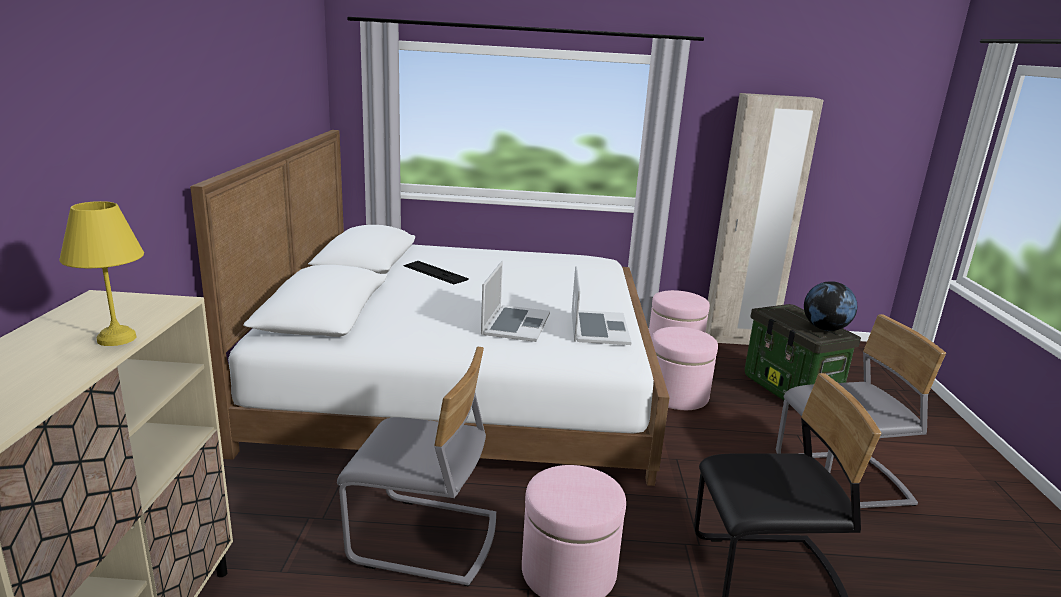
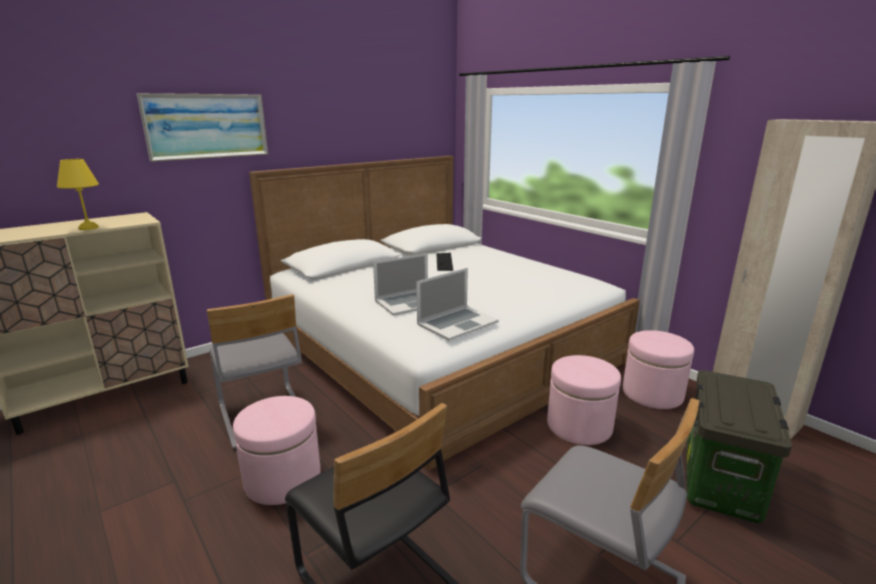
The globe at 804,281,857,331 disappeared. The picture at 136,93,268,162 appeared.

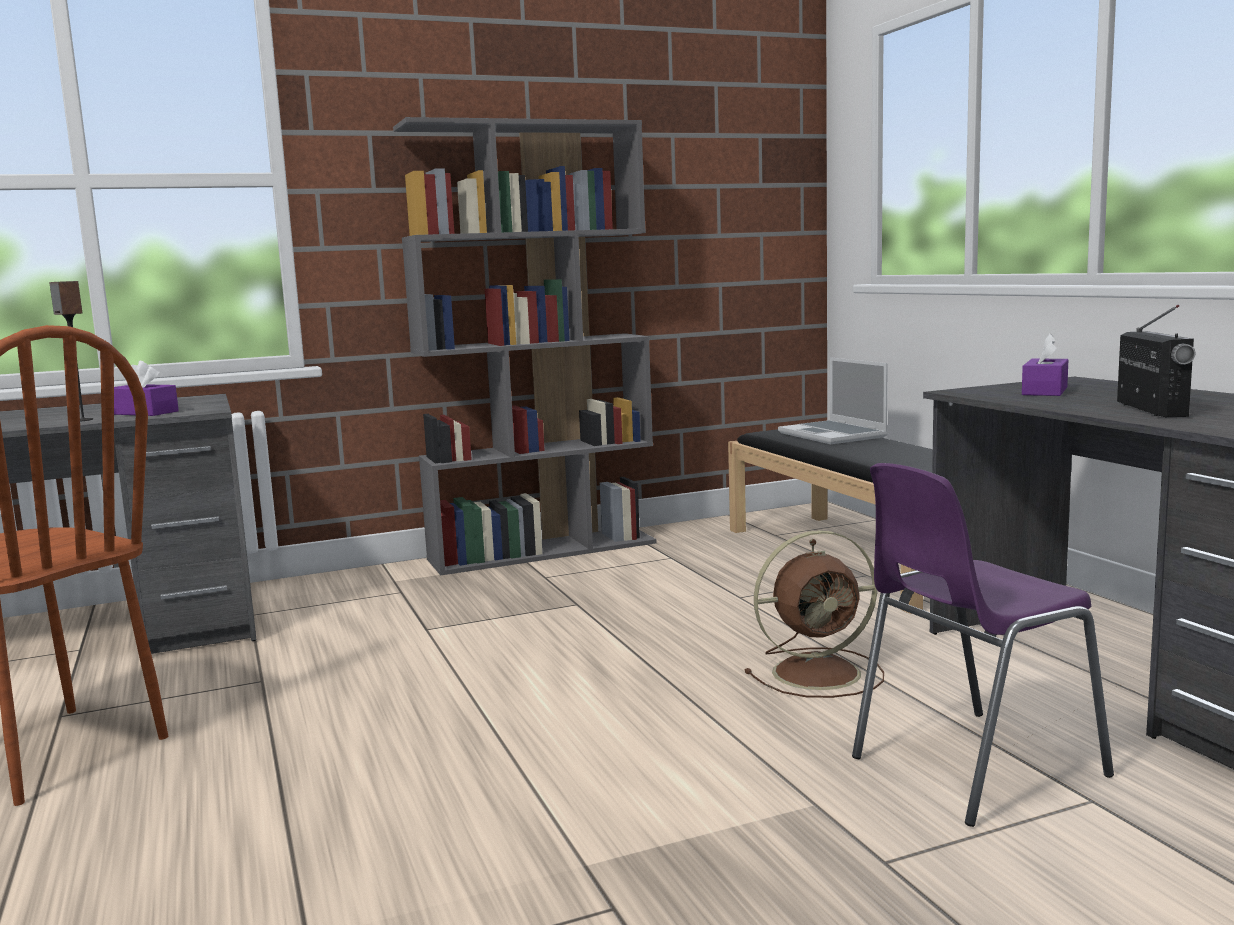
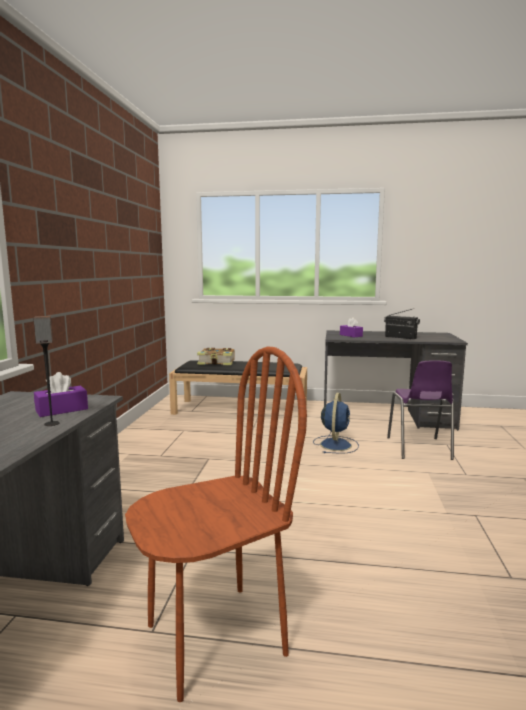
The grey bookcase at 393,117,656,576 disappeared. The laptop at 778,357,888,444 was replaced by the book at 197,348,235,365. The brown fan at 744,530,884,698 became the blue fan at 313,393,359,454.

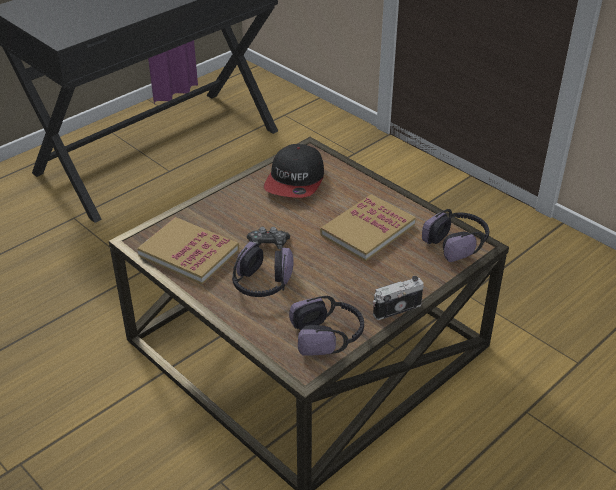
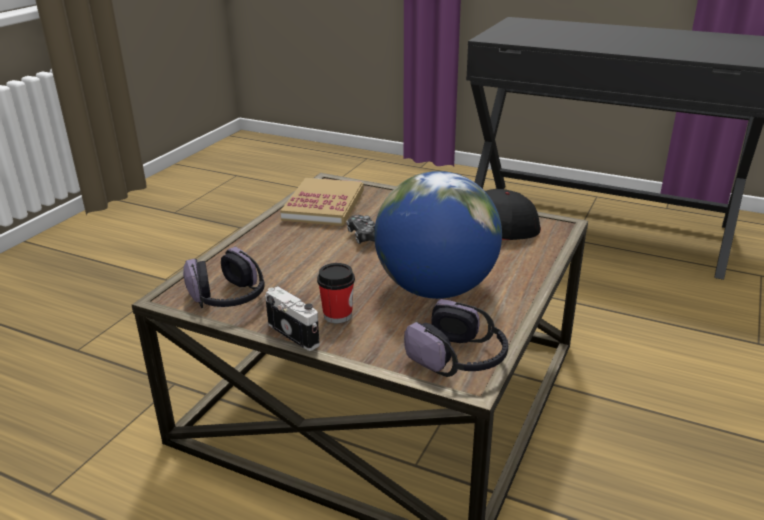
The headphones at 232,241,294,297 disappeared. The cup at 317,263,355,324 appeared. The book at 320,194,416,261 was replaced by the globe at 374,171,502,299.

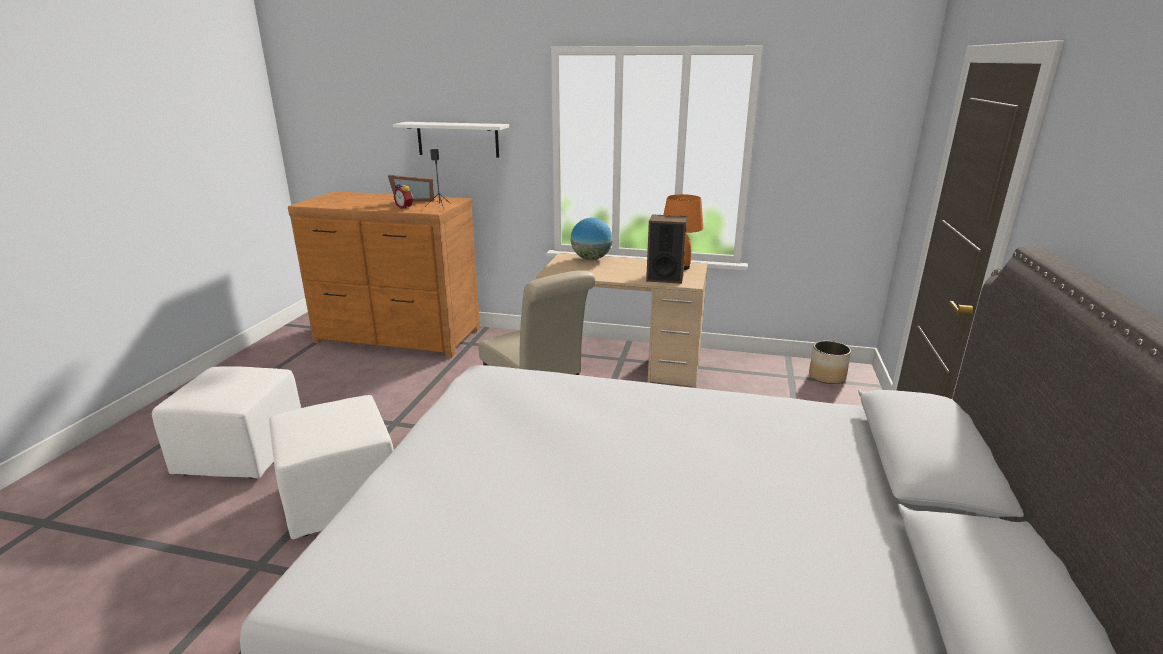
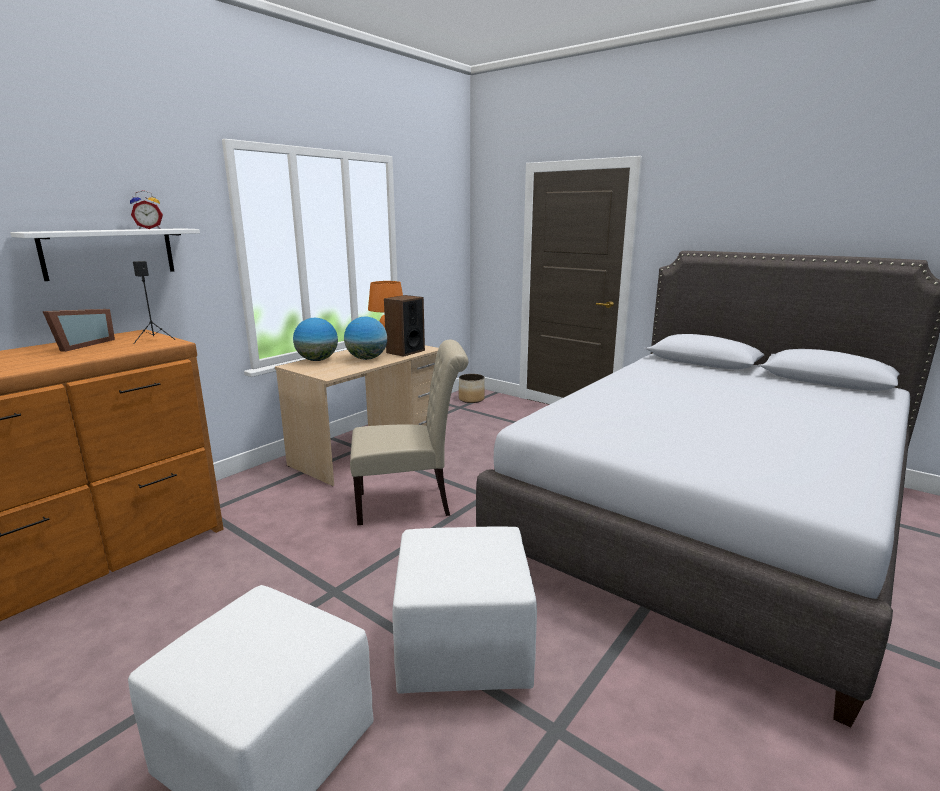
The globe at 344,317,387,360 appeared. The alarm clock moved from 394,180,413,209 to 130,190,163,229.

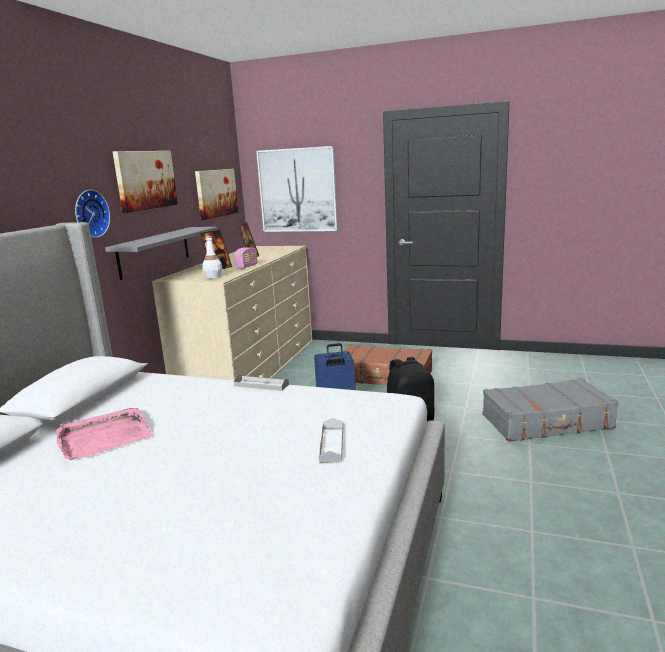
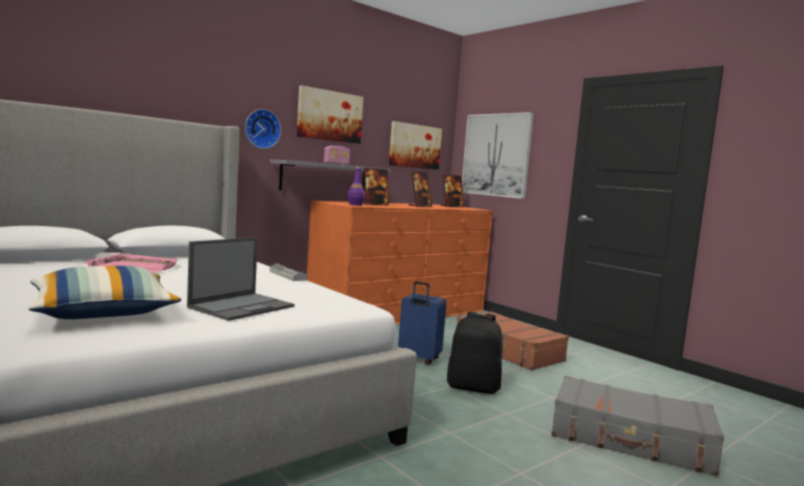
The pillow at 28,266,181,319 appeared. The picture frame at 441,174,464,207 appeared. The radio moved from 234,247,257,269 to 324,146,350,165. The grey tray at 319,418,343,463 was replaced by the laptop at 187,237,295,321. The beige dresser at 152,246,312,383 became the orange dresser at 307,200,493,325. The white bottle at 202,236,222,279 became the purple bottle at 348,167,365,206.

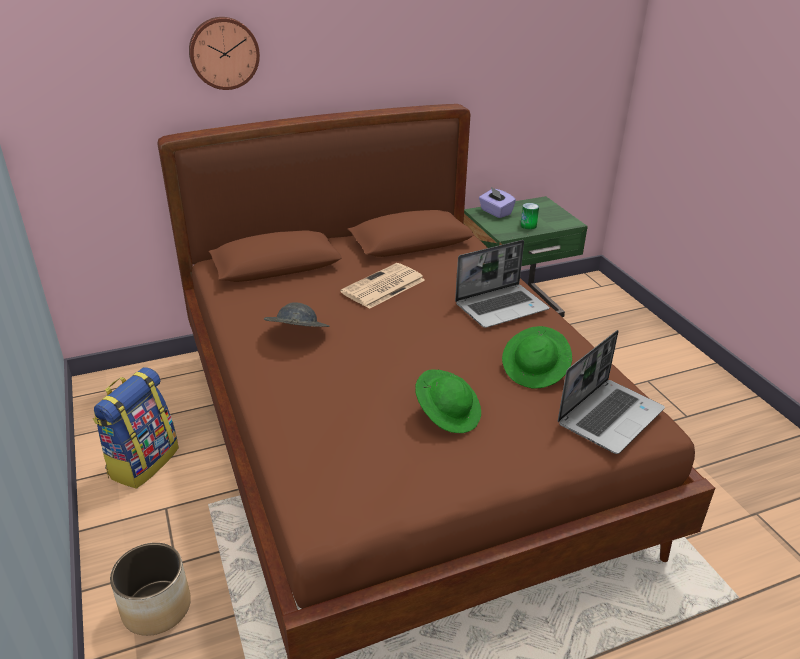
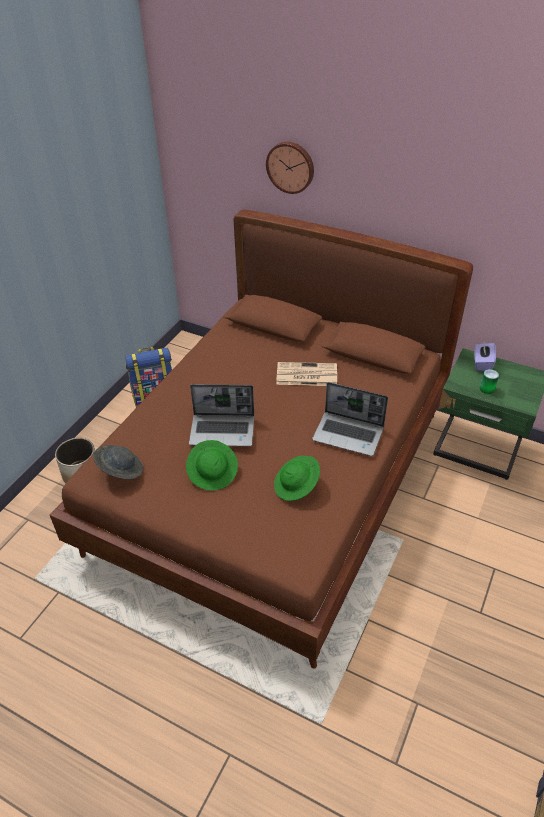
The grey hat moved from 264,302,329,327 to 93,445,143,479. The laptop moved from 557,330,665,454 to 189,384,254,446.

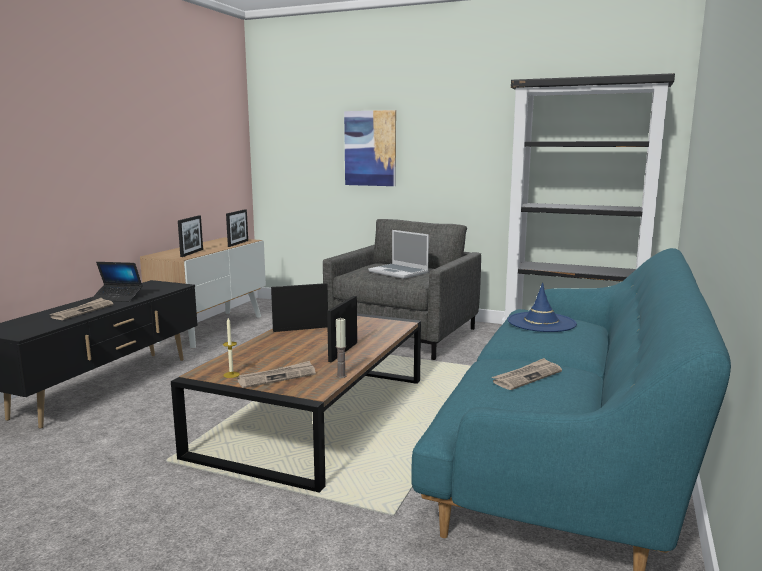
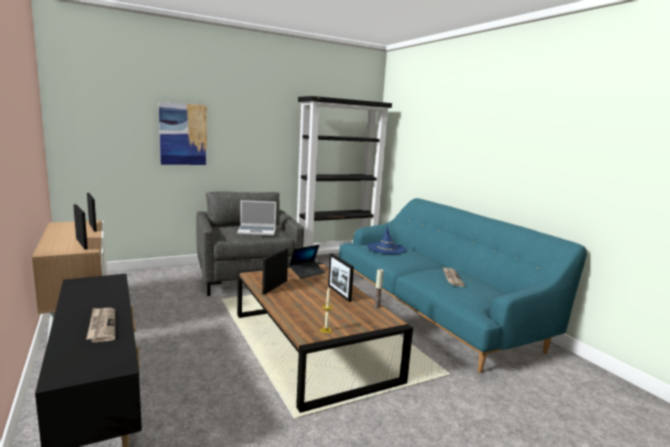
The newspaper at 237,361,316,388 disappeared. The laptop moved from 91,262,143,302 to 289,245,325,279.

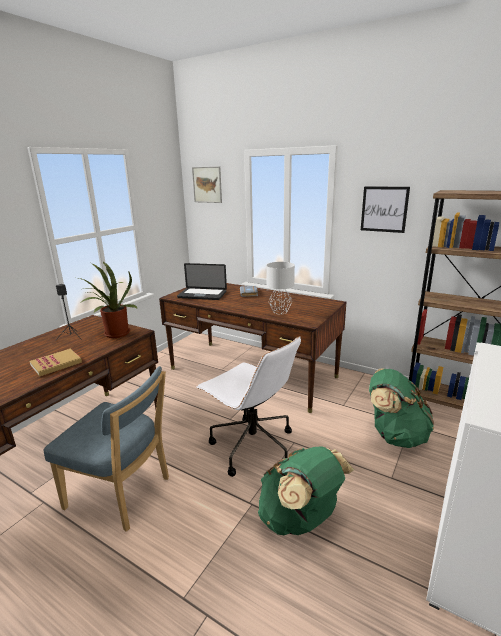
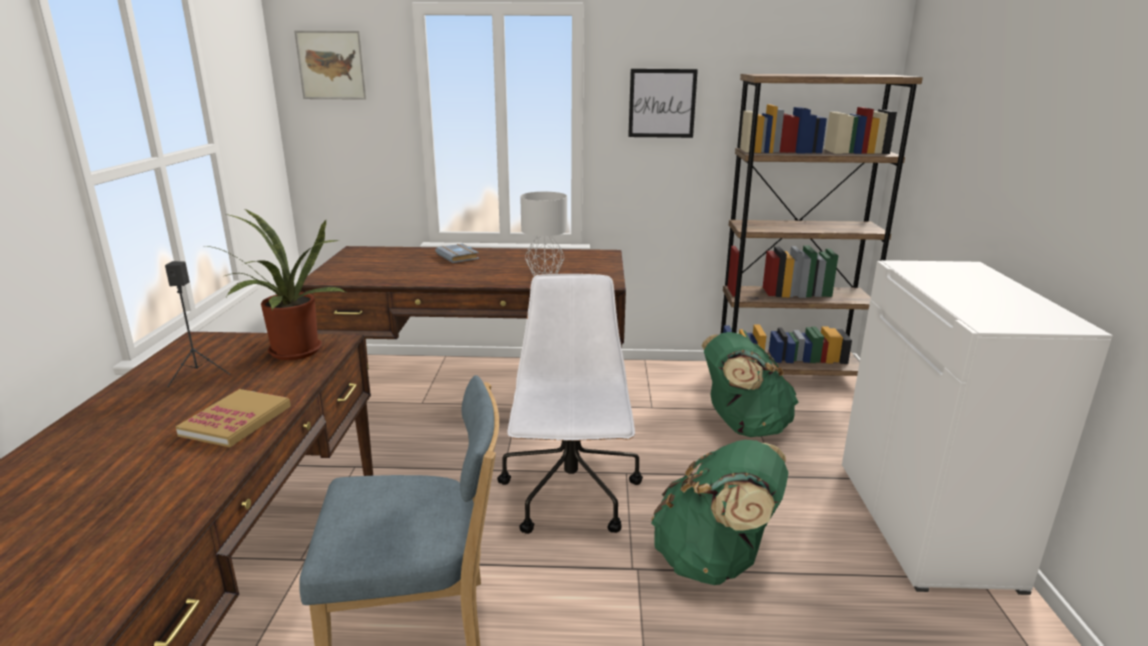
The laptop at 177,263,227,300 disappeared. The white office chair at 196,336,301,477 turned 105 degrees counterclockwise.

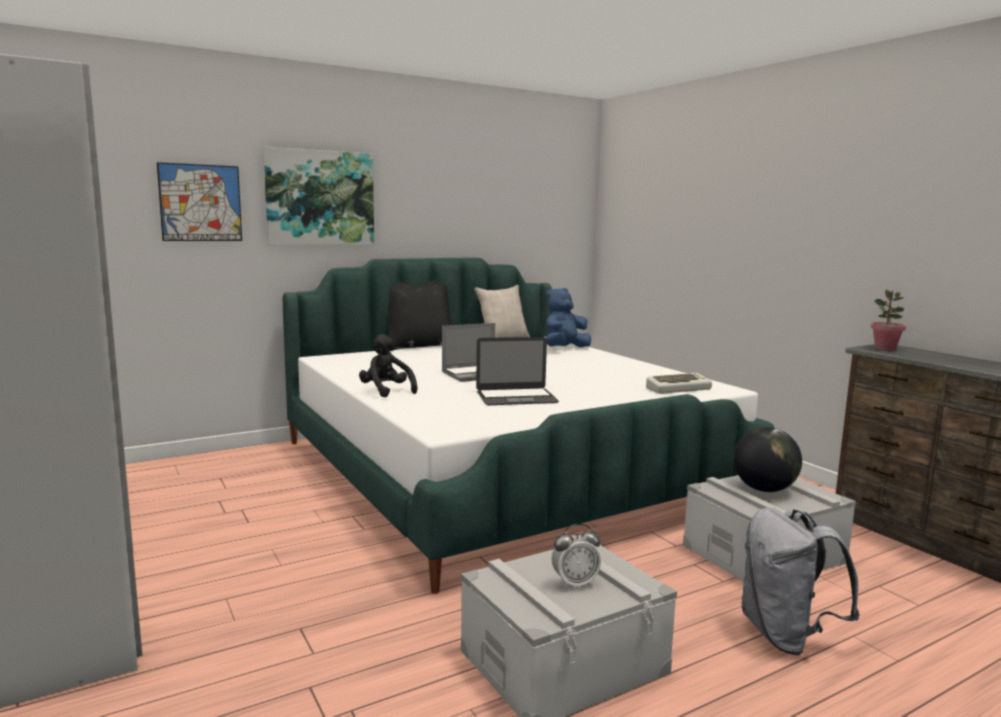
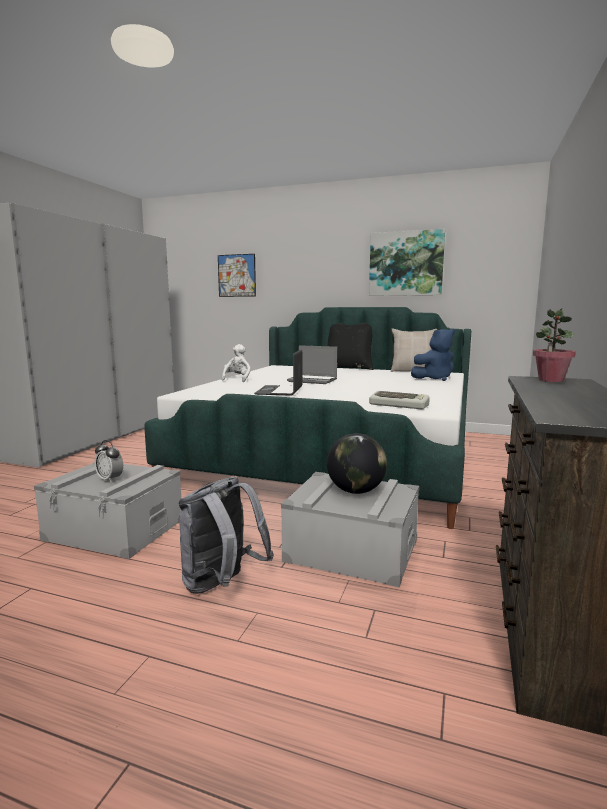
The picture moved from 263,147,374,245 to 369,229,445,296. The black plush toy at 359,334,418,397 became the white plush toy at 221,344,251,382. The laptop at 476,337,559,405 turned 60 degrees clockwise. The blue plush toy at 546,287,591,347 turned 150 degrees clockwise.

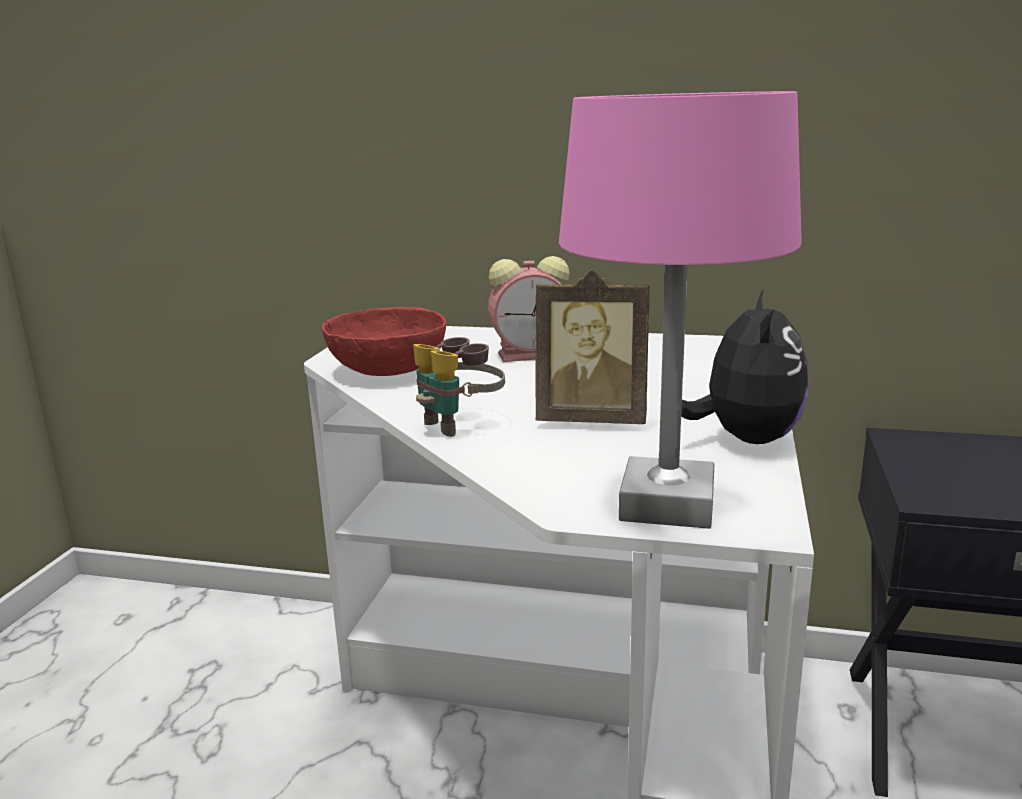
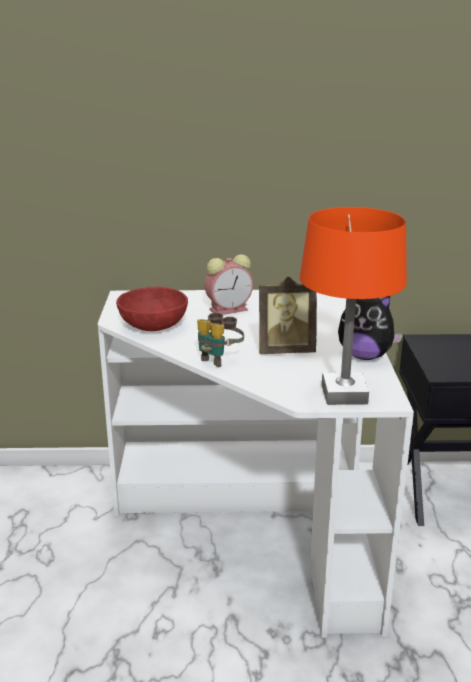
The pink table lamp at 559,91,802,529 became the orange table lamp at 300,207,407,405. The plush toy at 681,289,808,444 turned 120 degrees clockwise.

